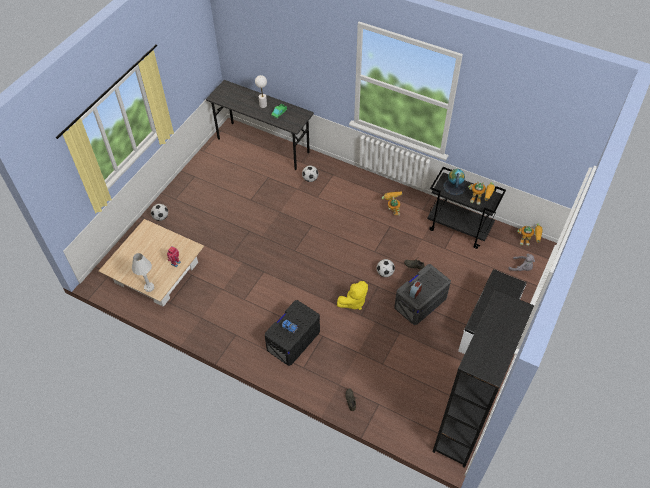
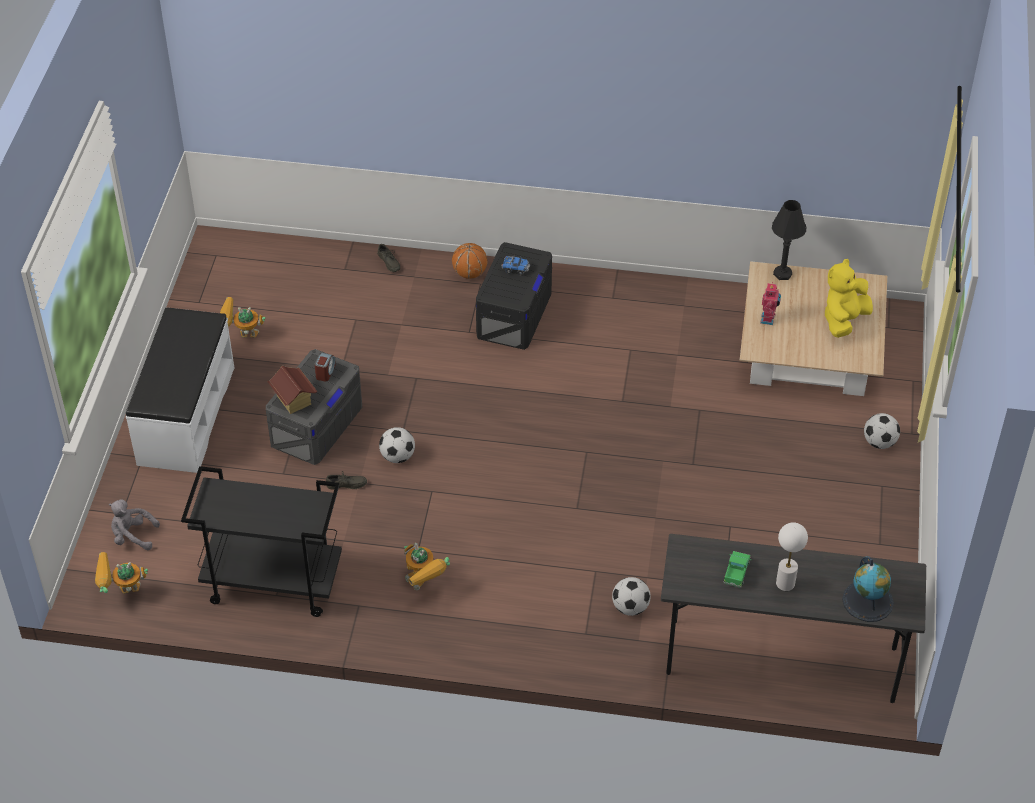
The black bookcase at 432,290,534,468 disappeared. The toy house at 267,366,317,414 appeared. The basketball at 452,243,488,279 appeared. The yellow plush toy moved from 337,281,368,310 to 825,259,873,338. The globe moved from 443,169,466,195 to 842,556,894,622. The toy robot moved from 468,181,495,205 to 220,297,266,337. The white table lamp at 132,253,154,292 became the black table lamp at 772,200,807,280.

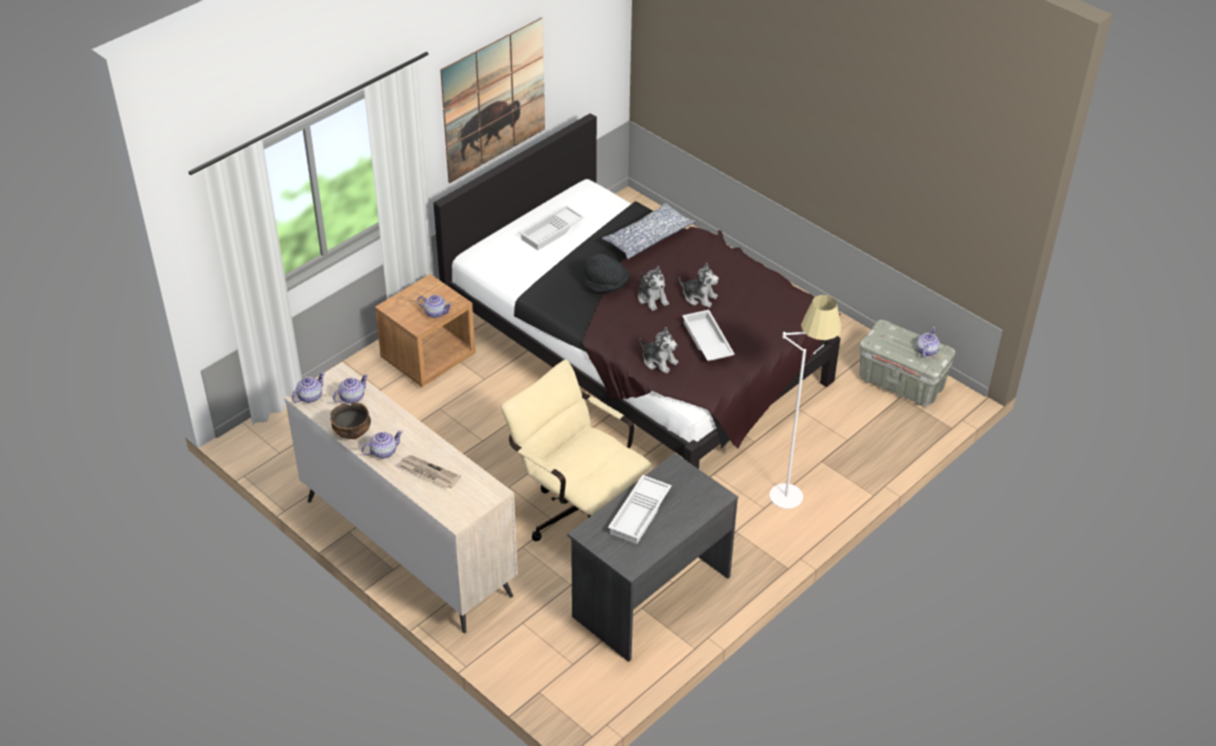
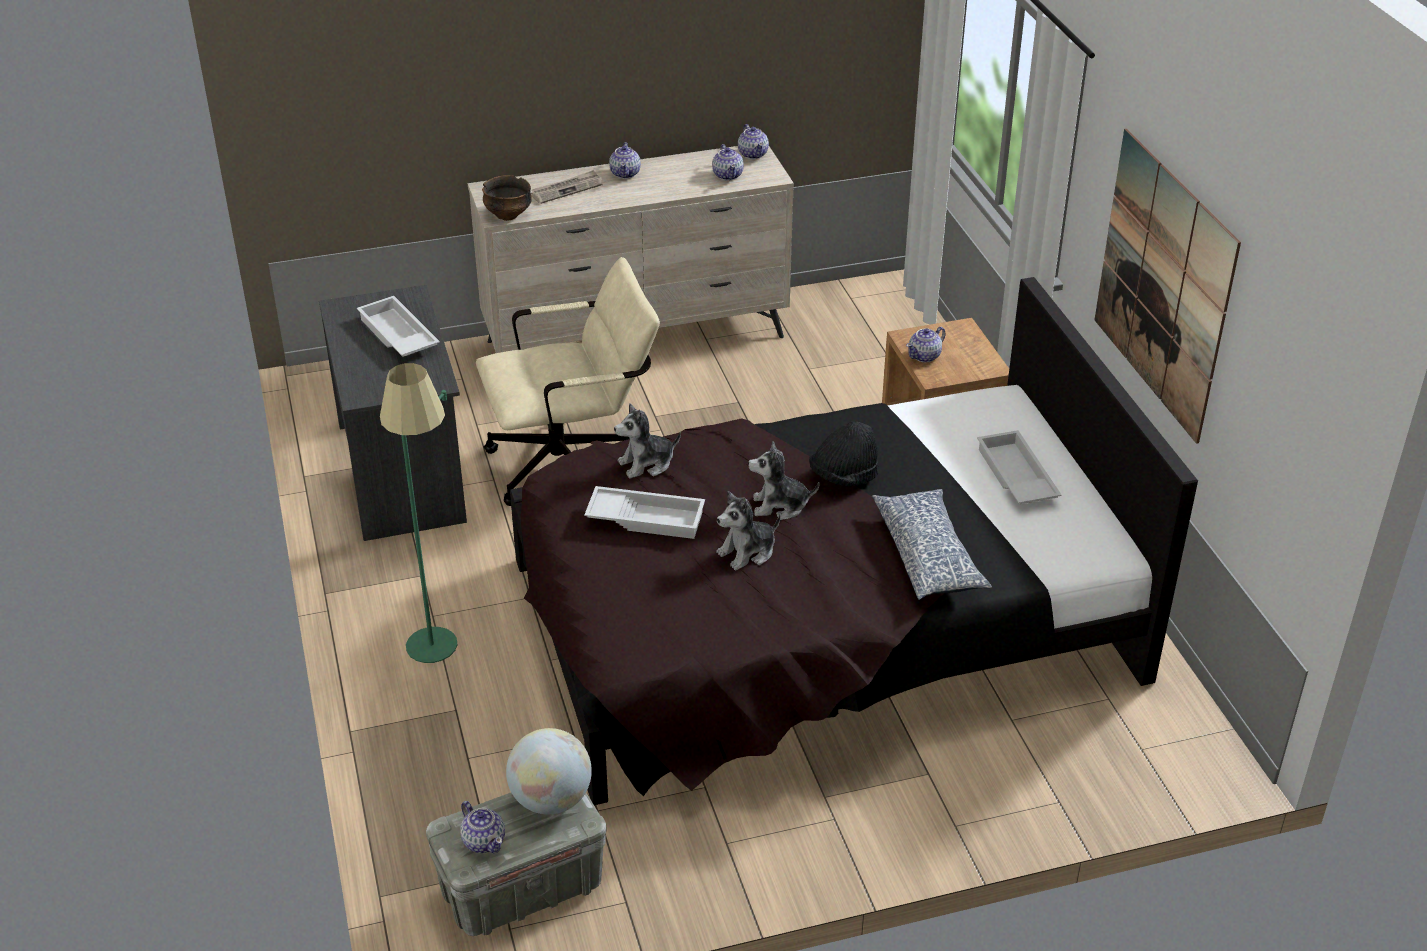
The globe at 506,728,592,815 appeared. The bowl moved from 330,402,371,439 to 482,175,532,221. The white floor lamp at 769,295,842,509 became the green floor lamp at 380,363,458,663.

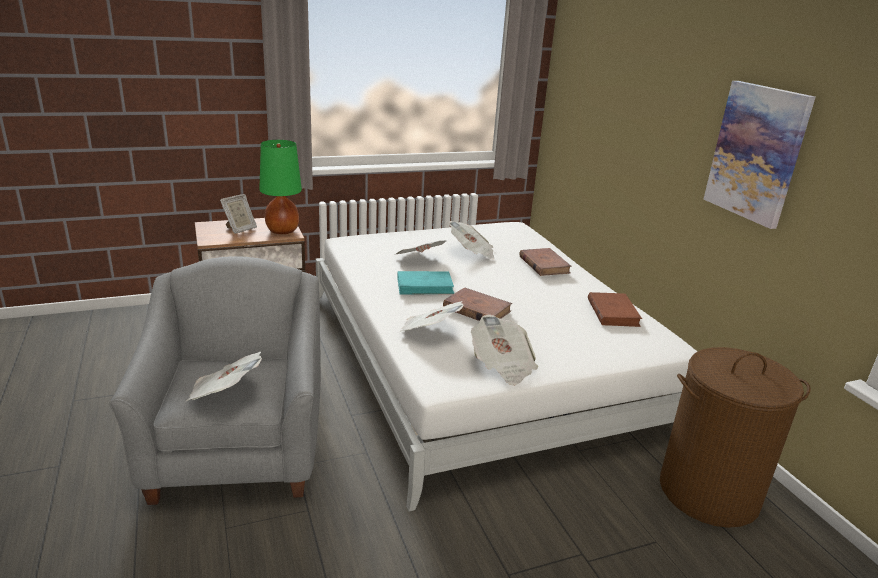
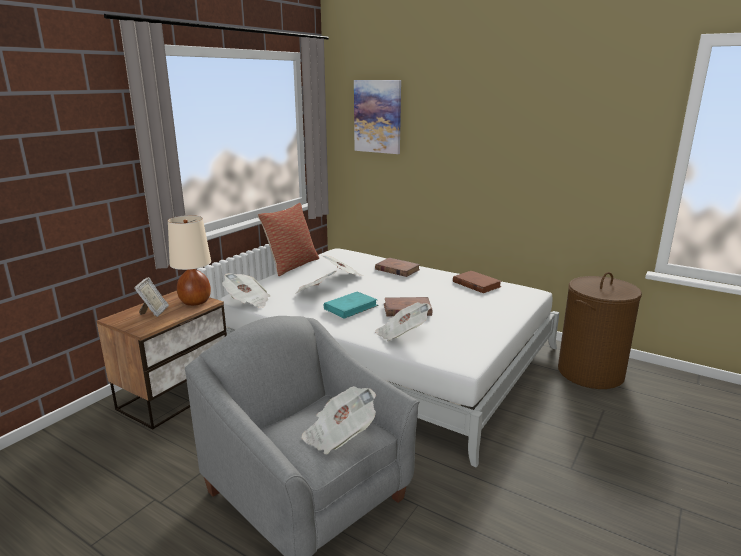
The pillow at 258,203,319,276 appeared. The newspaper moved from 471,315,538,386 to 222,273,270,308. The picture moved from 703,81,816,229 to 354,80,401,154. The green table lamp at 259,140,302,234 became the beige table lamp at 168,215,211,306.

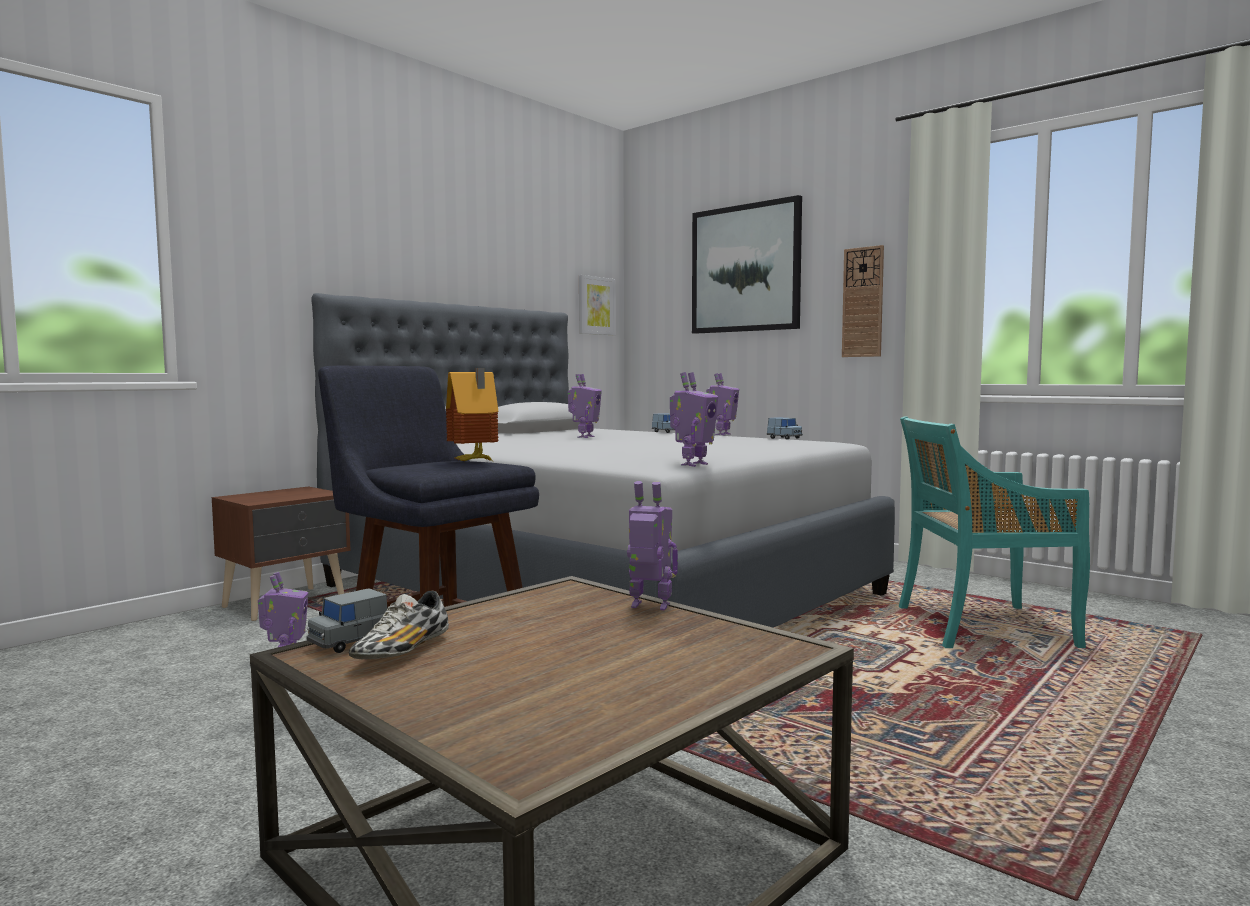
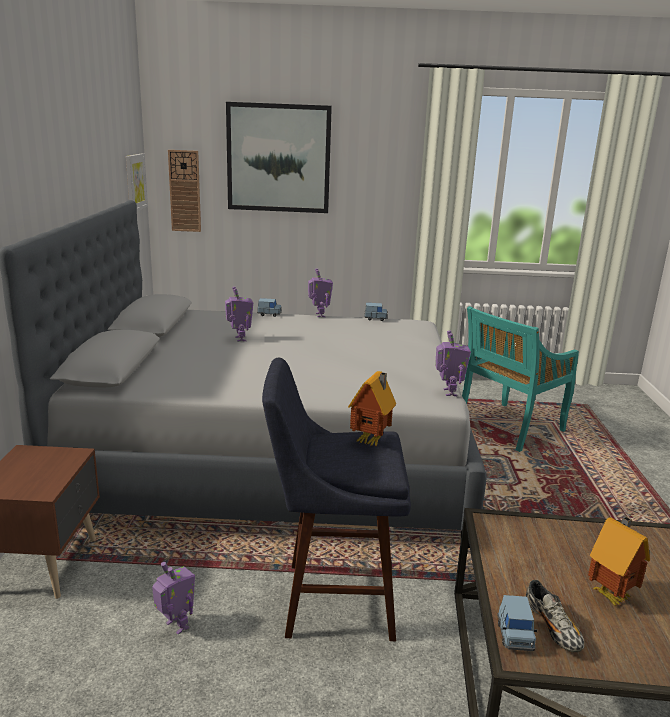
The toy robot at 627,481,678,610 disappeared. The toy house at 588,517,650,606 appeared. The wall clock moved from 842,245,884,357 to 168,150,201,232. The grey toy car at 306,588,387,653 became the blue toy car at 497,595,538,651.

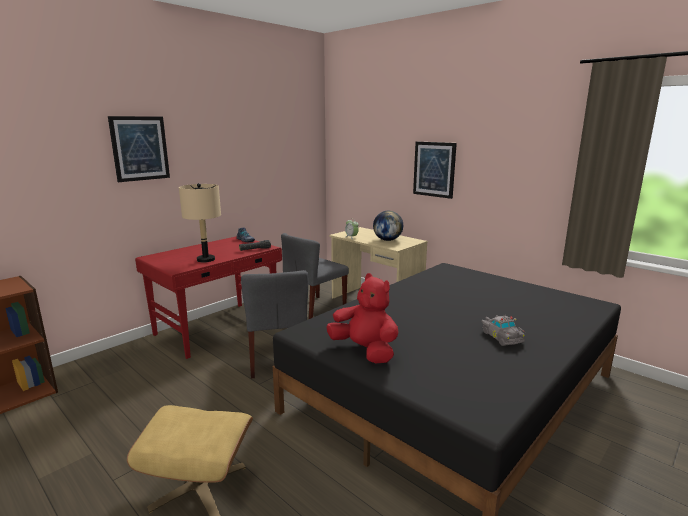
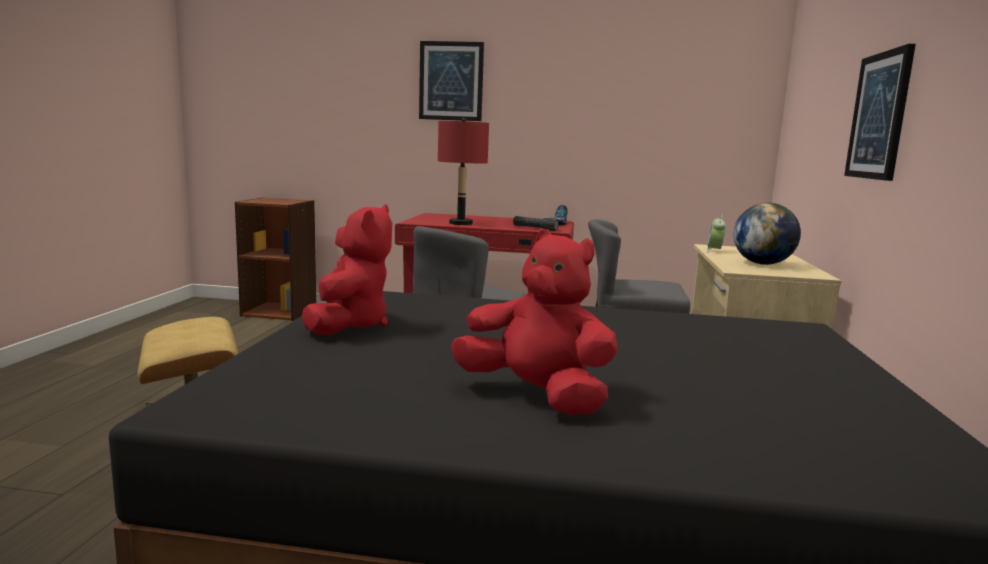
The grey toy car at 481,314,525,346 was replaced by the red plush toy at 451,229,618,415. The beige table lamp at 179,183,221,262 became the red table lamp at 438,118,489,225.

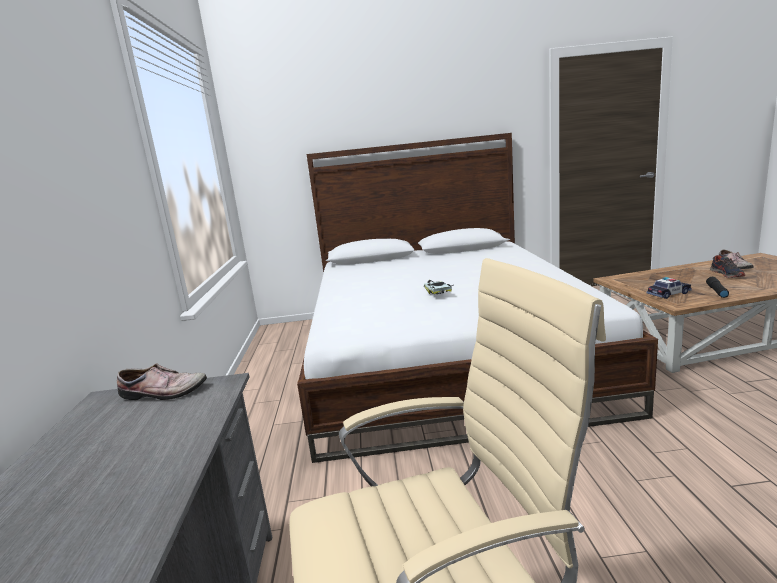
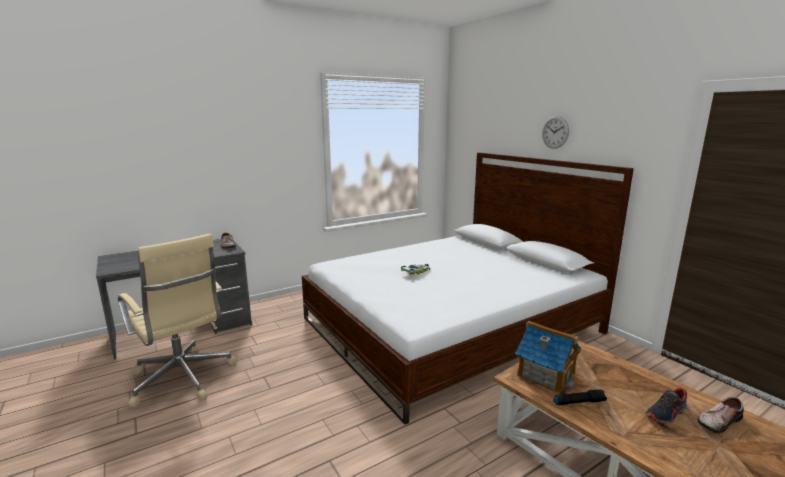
The wall clock at 542,116,569,149 appeared. The toy car at 647,277,692,299 was replaced by the toy house at 515,321,581,393.

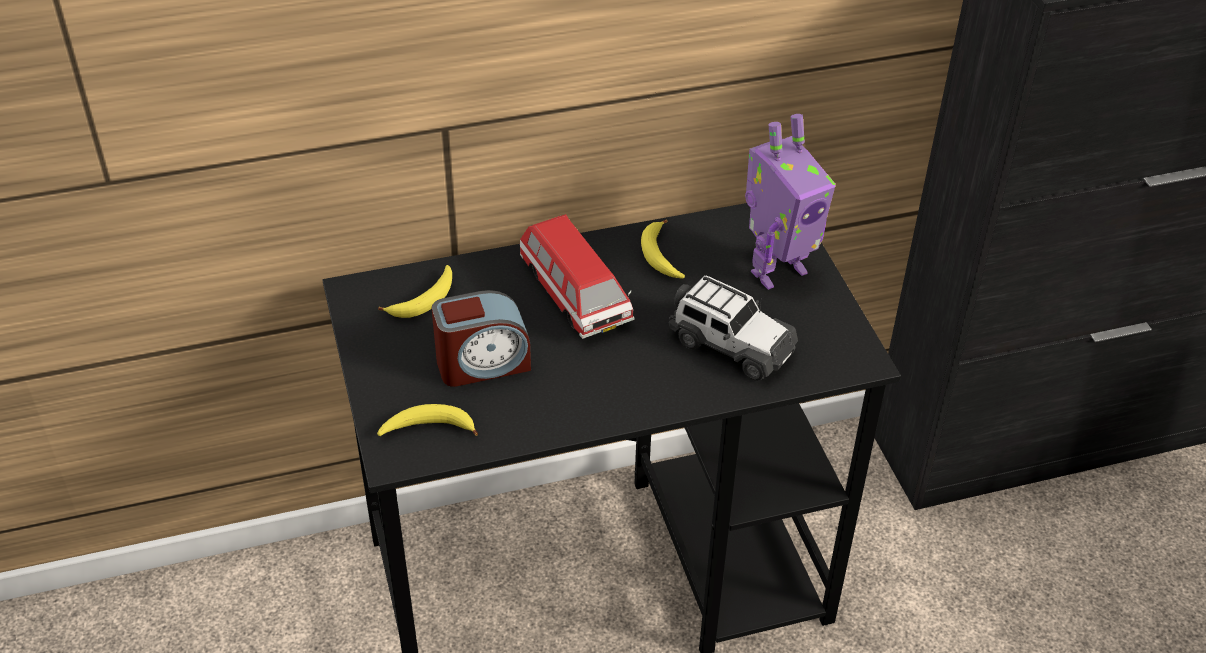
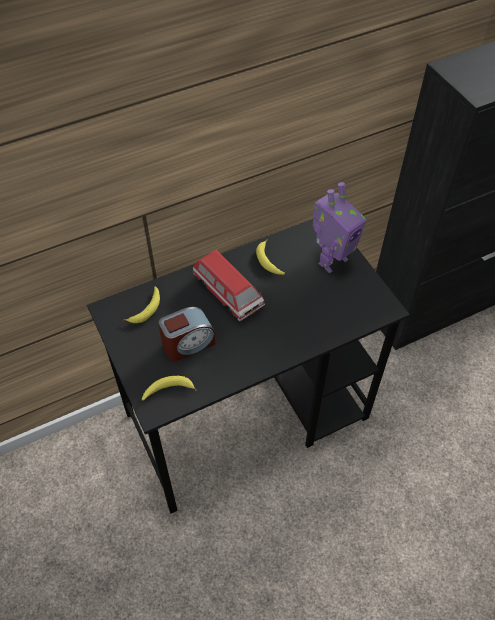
The toy car at 669,275,798,381 disappeared.

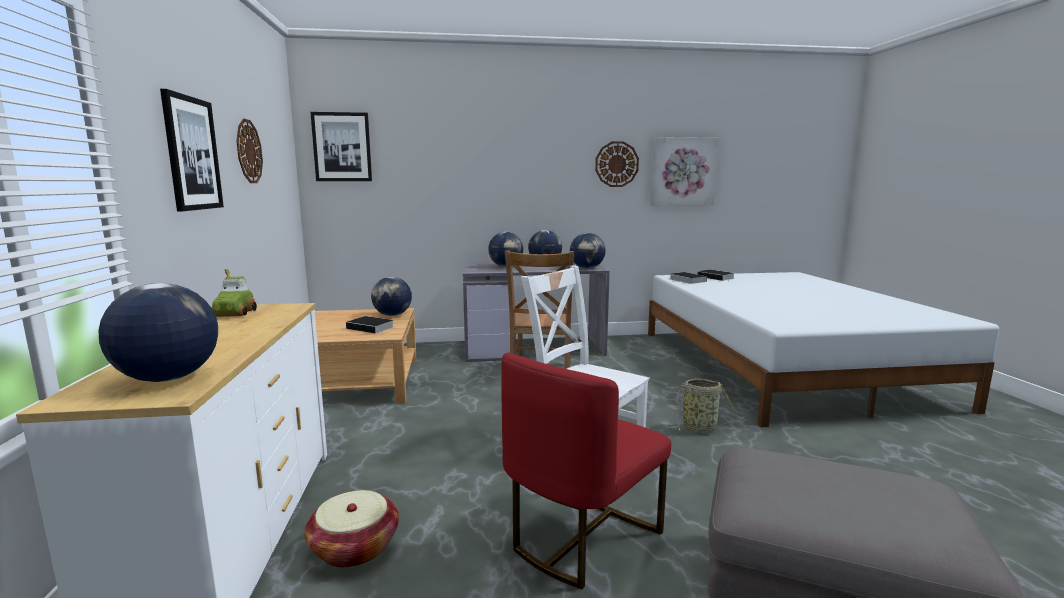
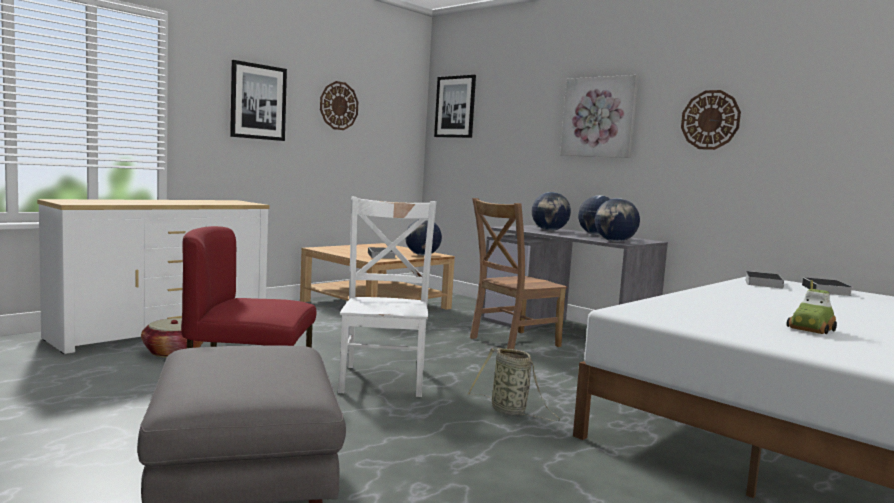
The globe at 99,283,218,382 disappeared. The toy car moved from 211,269,257,317 to 787,280,837,334. The picture moved from 650,137,719,205 to 560,75,638,158.

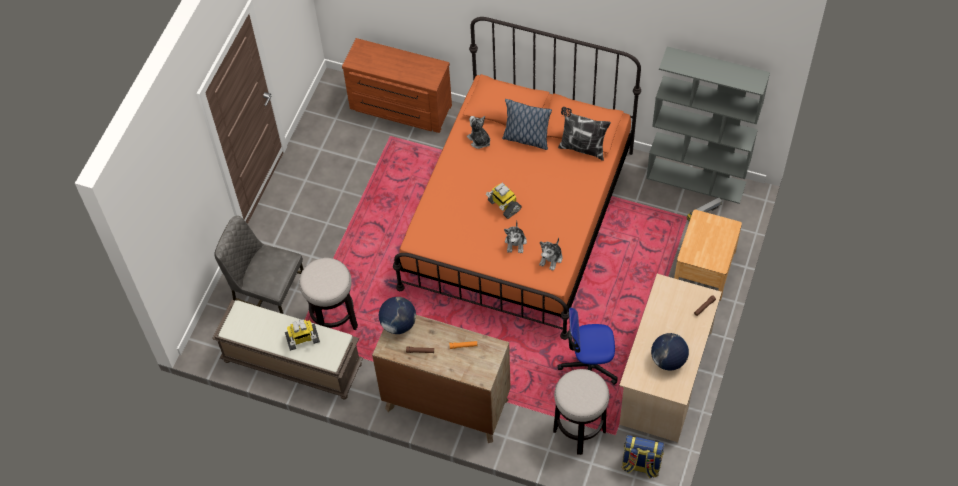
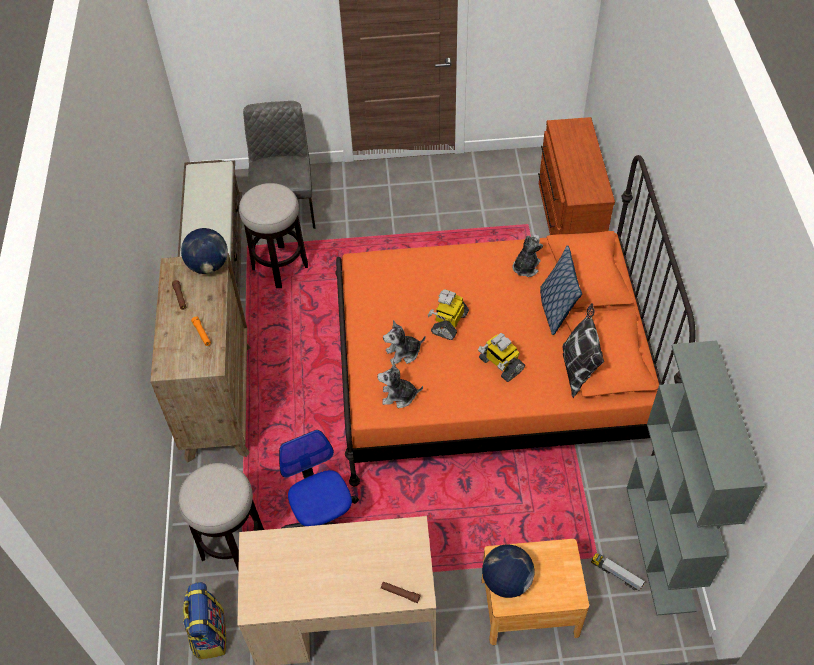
The toy robot moved from 285,319,320,351 to 478,333,525,382. The globe moved from 651,333,689,370 to 482,545,534,598.

